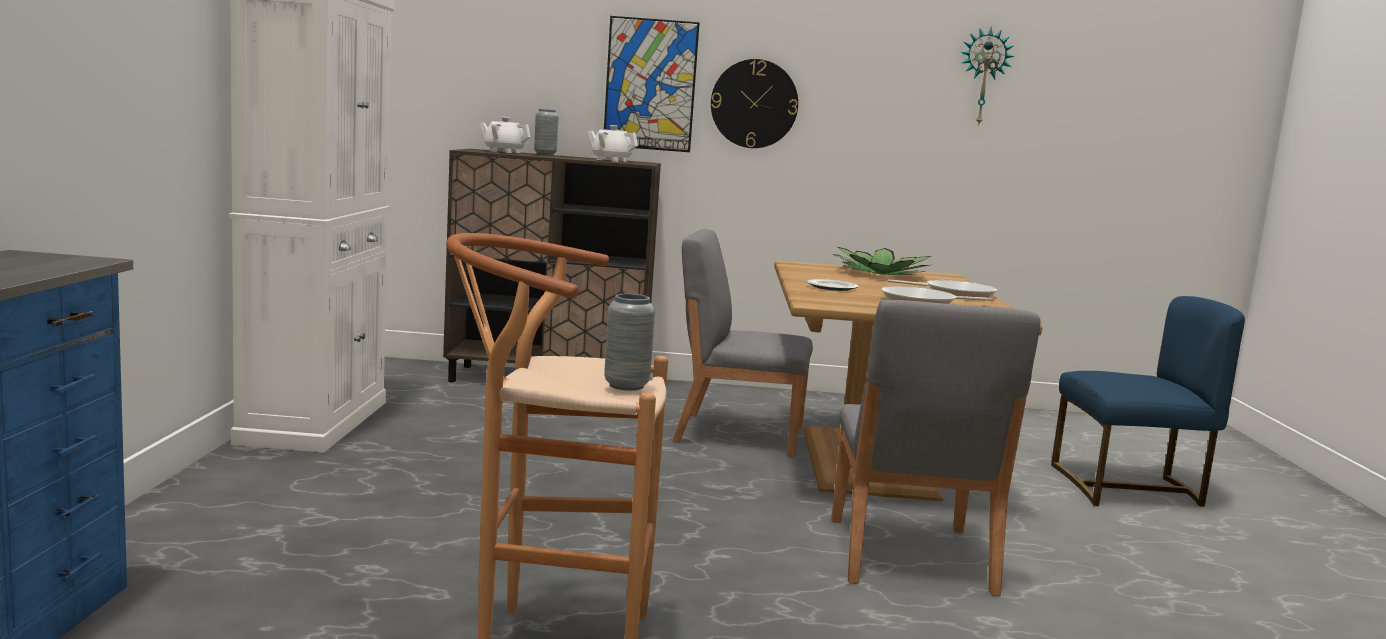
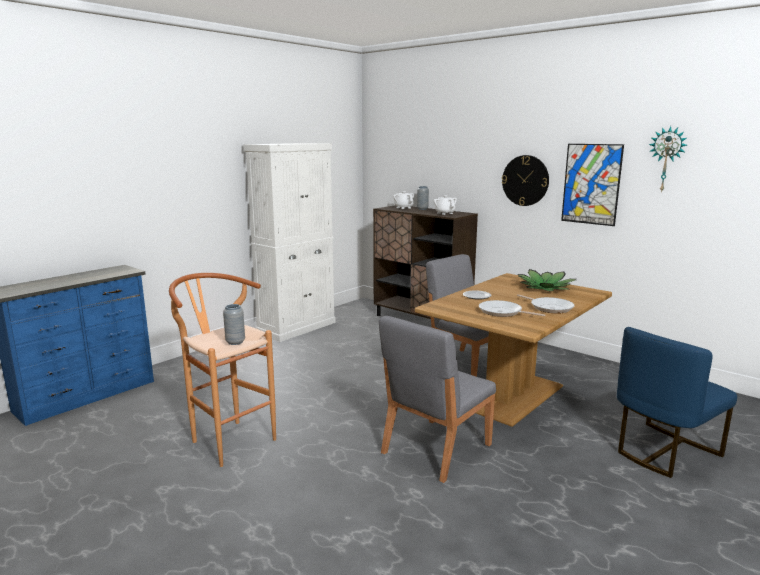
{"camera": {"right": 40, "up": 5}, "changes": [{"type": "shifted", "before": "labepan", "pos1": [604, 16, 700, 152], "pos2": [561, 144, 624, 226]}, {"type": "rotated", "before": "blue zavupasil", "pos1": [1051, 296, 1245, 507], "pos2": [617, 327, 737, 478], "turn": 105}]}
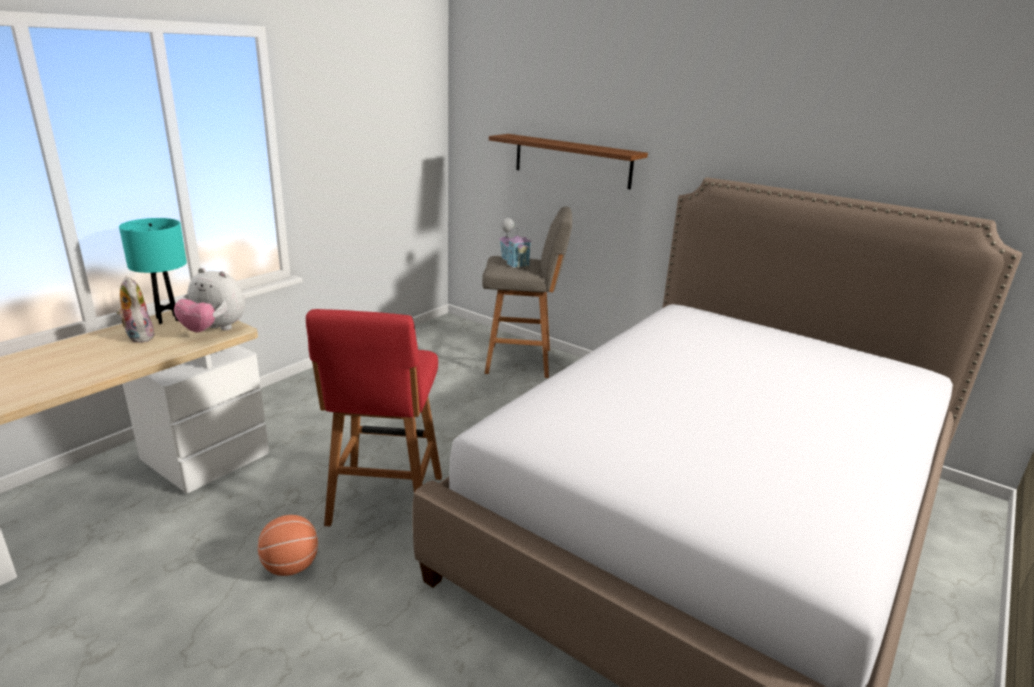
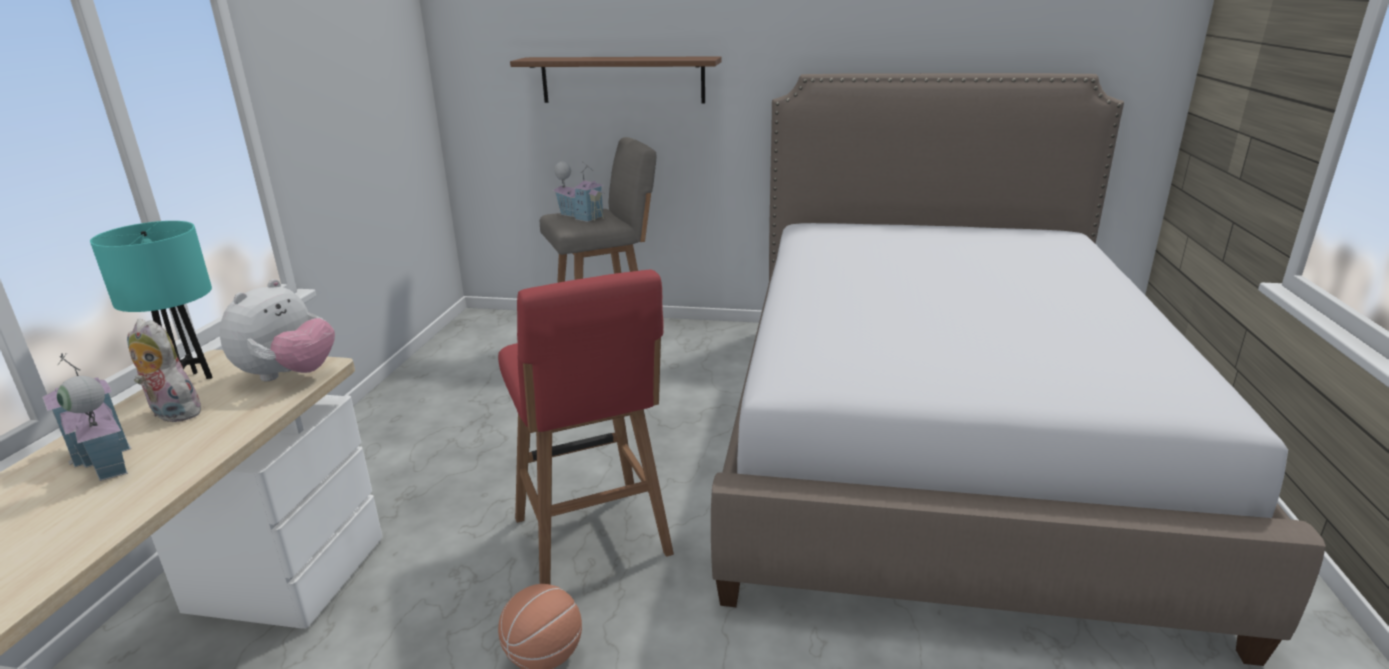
{"camera": {"right": -25, "up": 0}, "changes": [{"type": "new", "after": "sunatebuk", "pos2": [42, 353, 132, 481]}, {"type": "rotated", "before": "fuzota", "pos1": [174, 268, 245, 332], "pos2": [220, 279, 335, 381], "turn": -60}]}
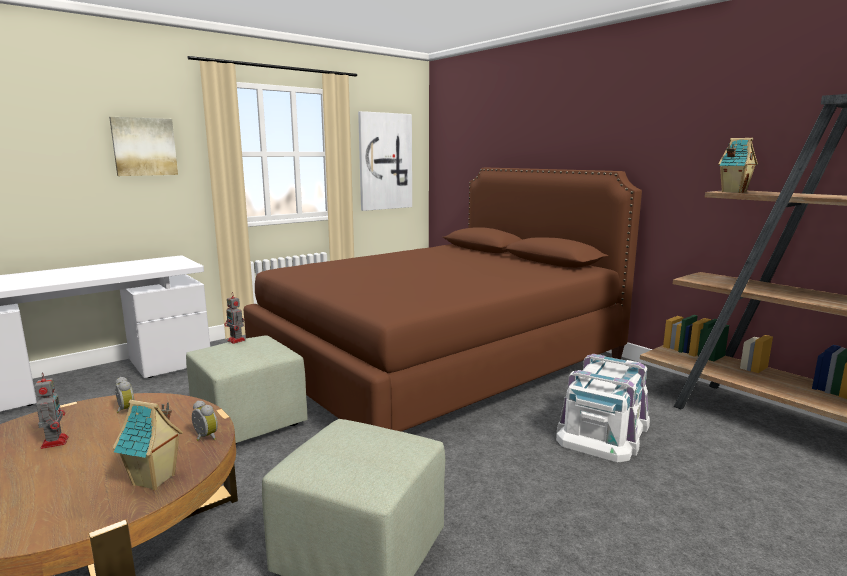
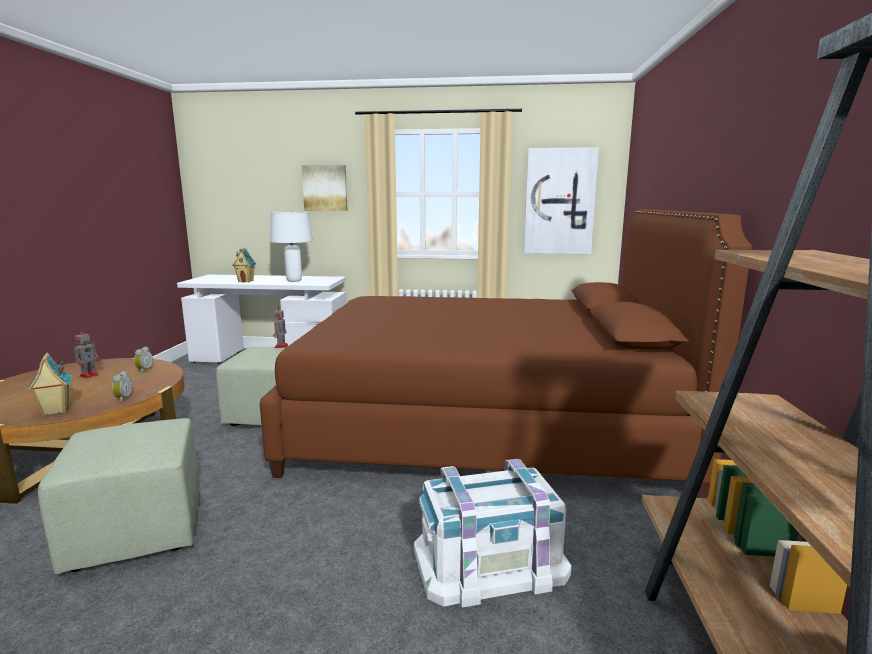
{"camera": {"right": 45, "up": 0}, "changes": [{"type": "new", "after": "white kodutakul", "pos2": [270, 212, 313, 282]}, {"type": "shifted", "before": "sunatebuk", "pos1": [718, 138, 758, 193], "pos2": [232, 248, 257, 283]}]}
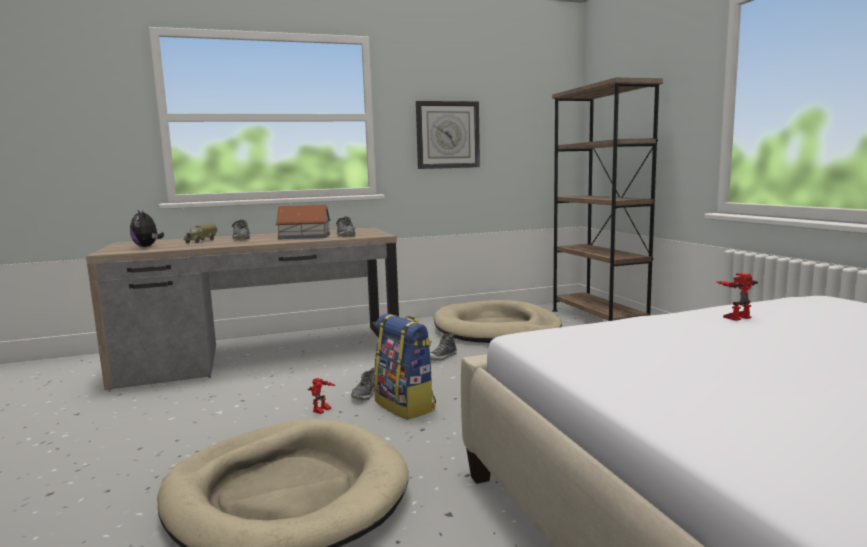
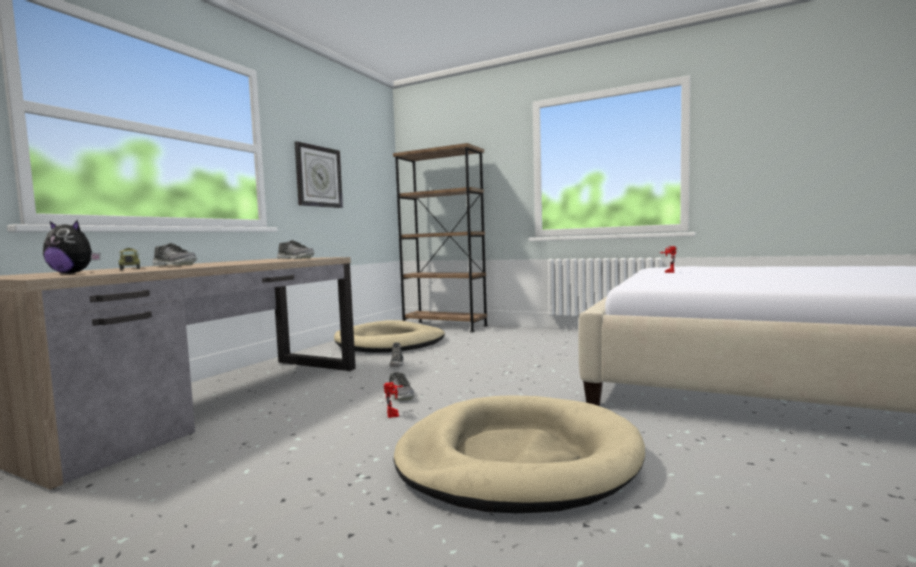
{"camera": {"right": -45, "up": -5}, "changes": [{"type": "gone", "before": "sunatebuk", "pos1": [276, 205, 331, 239]}, {"type": "gone", "before": "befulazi", "pos1": [374, 313, 436, 420]}]}
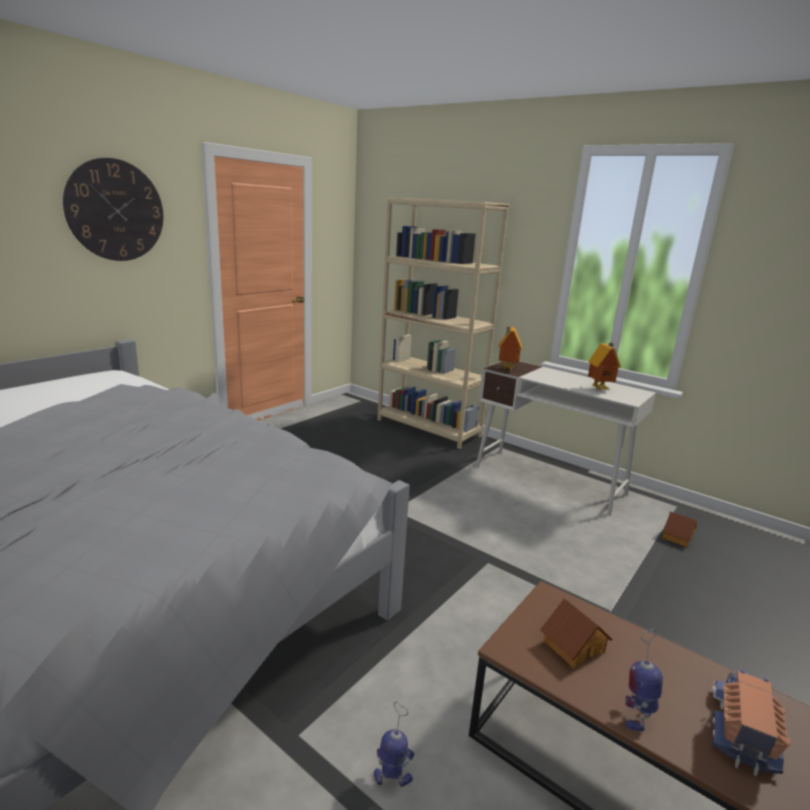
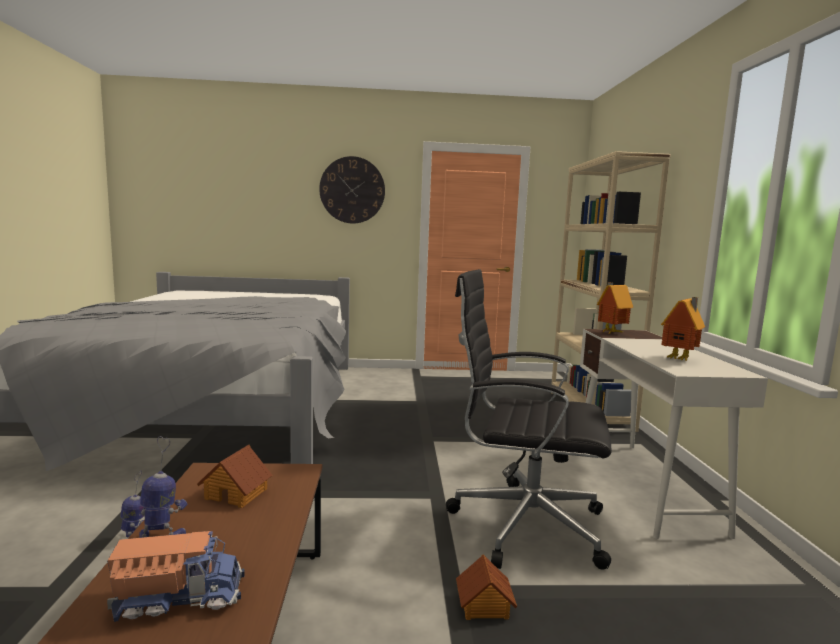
{"camera": {"right": 50, "up": -10}, "changes": [{"type": "new", "after": "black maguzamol", "pos2": [446, 269, 612, 570]}, {"type": "shifted", "before": "sunatebuk", "pos1": [662, 512, 697, 547], "pos2": [456, 554, 517, 620]}]}
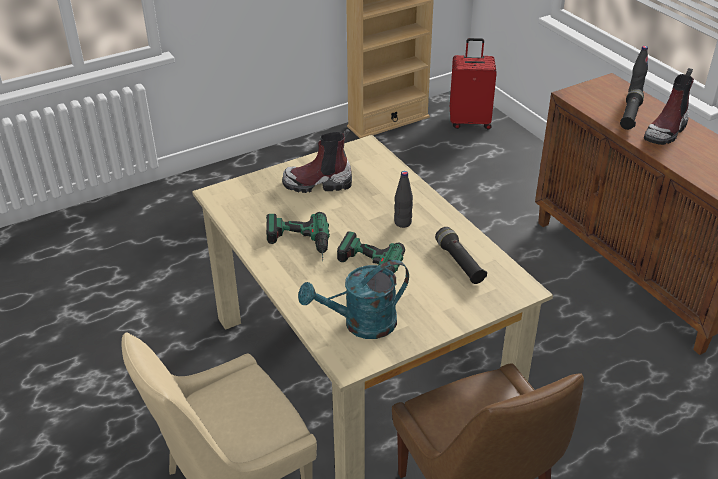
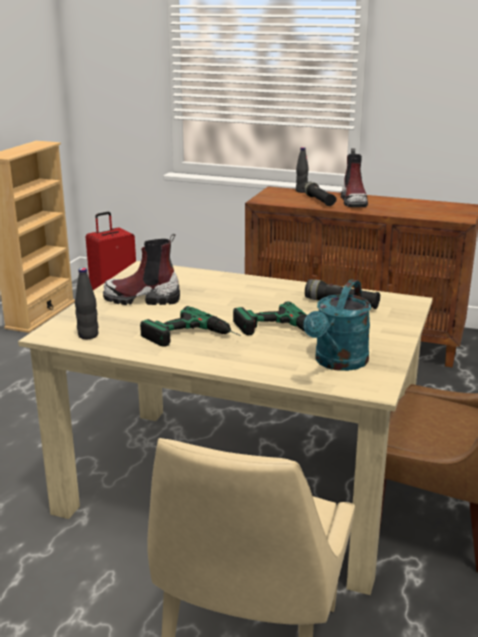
{"camera": {"right": -40, "up": -15}, "changes": [{"type": "shifted", "before": "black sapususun", "pos1": [394, 171, 413, 228], "pos2": [75, 268, 98, 339]}, {"type": "rotated", "before": "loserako", "pos1": [282, 129, 352, 193], "pos2": [103, 234, 180, 305], "turn": 45}]}
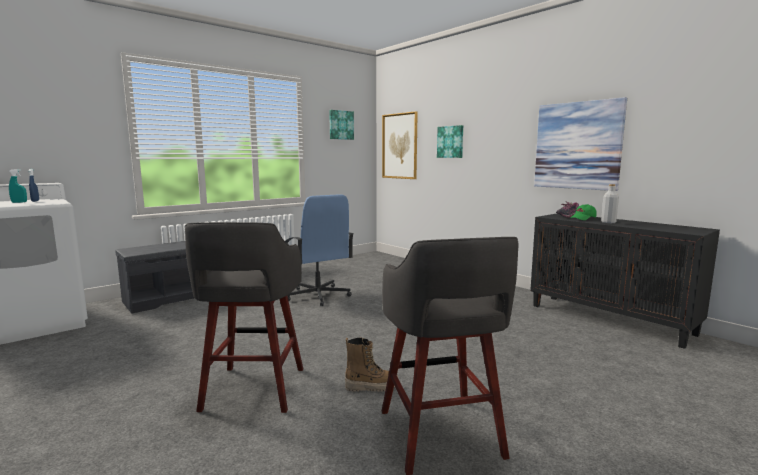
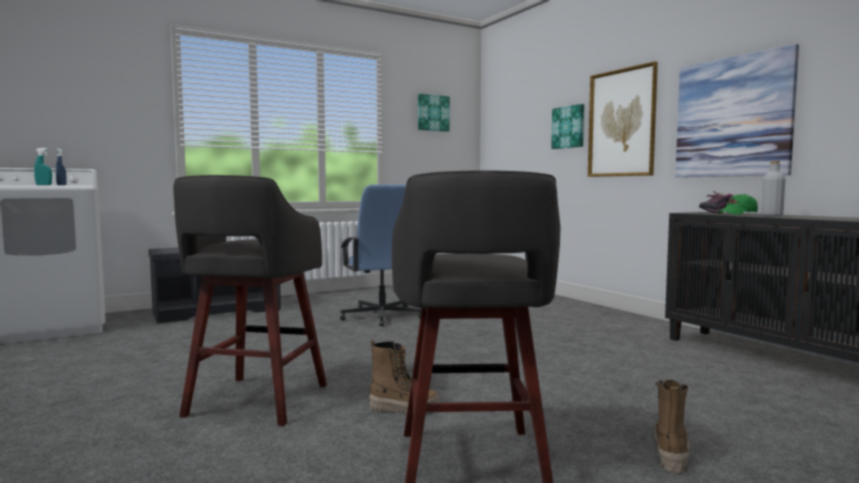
{"camera": {"right": 10, "up": -5}, "changes": [{"type": "new", "after": "loserako", "pos2": [655, 380, 689, 473]}, {"type": "shifted", "before": "labepan", "pos1": [382, 111, 418, 179], "pos2": [588, 61, 658, 177]}]}
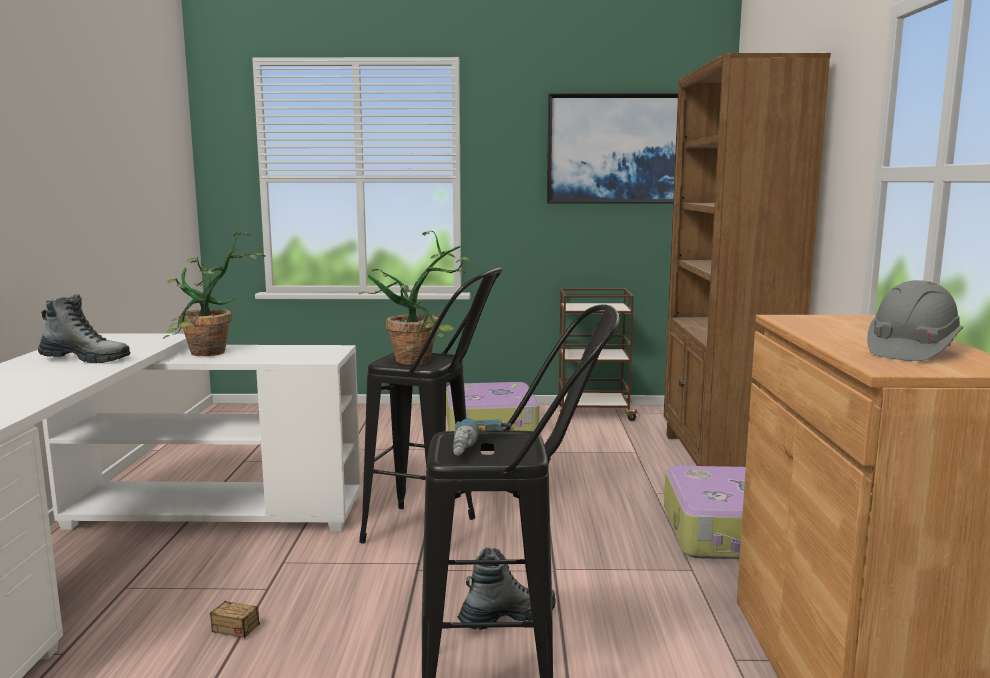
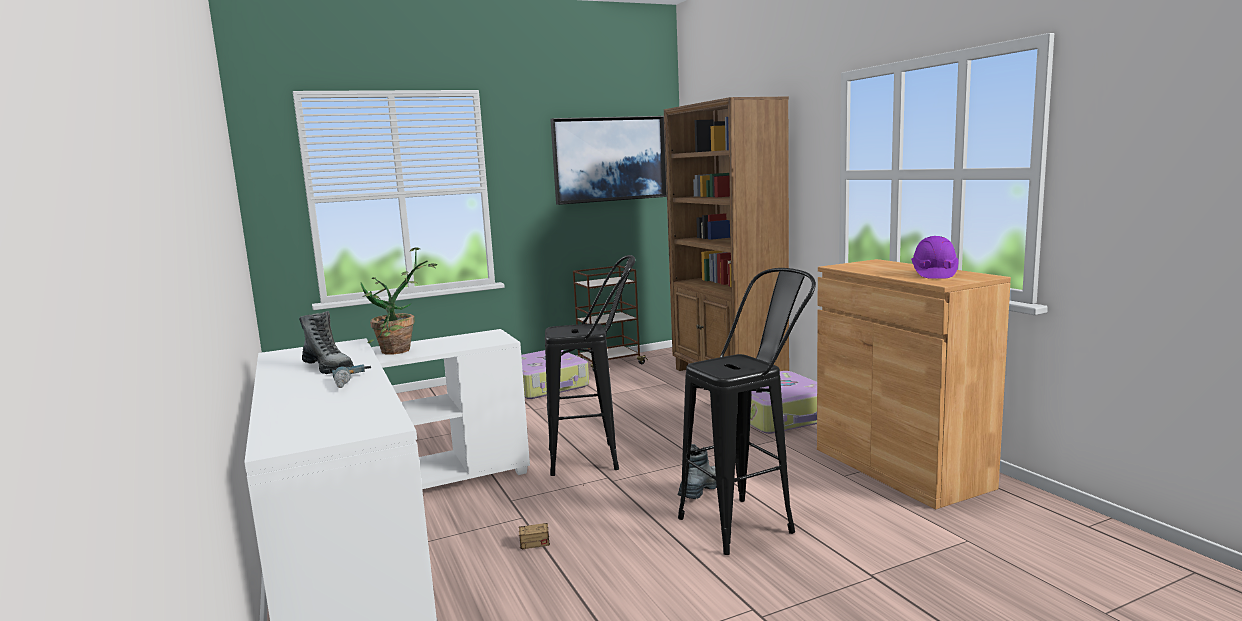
{"camera": {"right": -25, "up": 0}, "changes": [{"type": "gone", "before": "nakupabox", "pos1": [359, 231, 469, 365]}, {"type": "shifted", "before": "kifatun", "pos1": [453, 418, 511, 456], "pos2": [332, 364, 371, 388]}, {"type": "repainted", "before": "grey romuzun", "after": "purple romuzun", "pos1": [867, 280, 963, 361], "pos2": [911, 236, 958, 279]}, {"type": "rotated", "before": "loserako", "pos1": [38, 294, 130, 363], "pos2": [299, 311, 354, 374], "turn": 60}]}
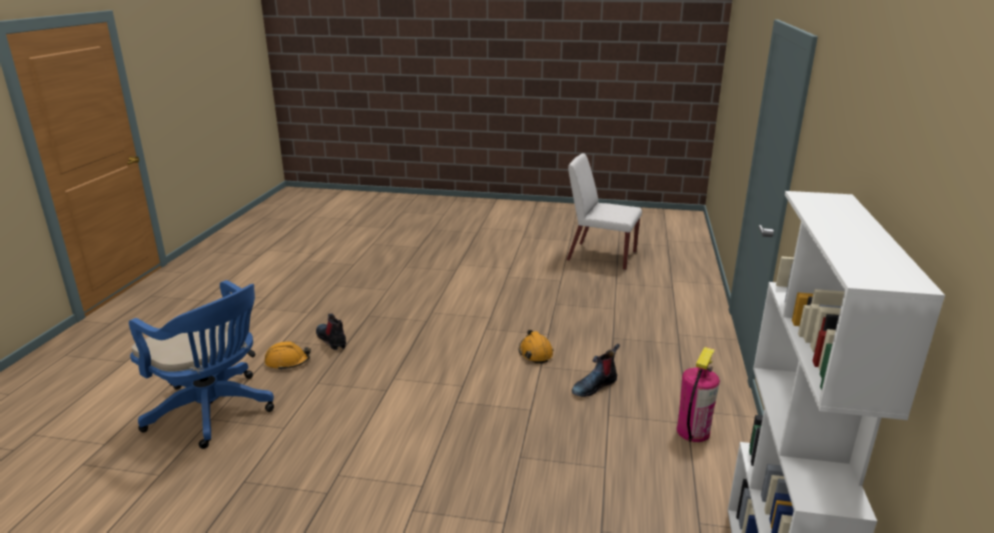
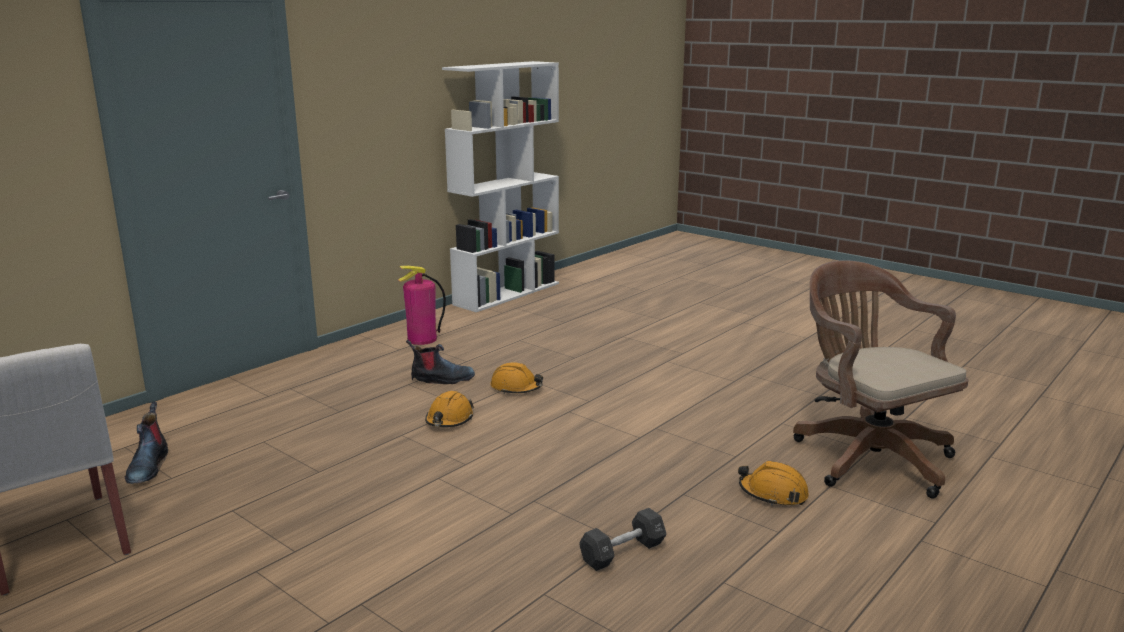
{"camera": {"right": -150, "up": -5}, "changes": [{"type": "new", "after": "orange romuzun", "pos2": [490, 362, 543, 394]}, {"type": "new", "after": "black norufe", "pos2": [579, 508, 667, 571]}, {"type": "shifted", "before": "loserako", "pos1": [316, 313, 346, 350], "pos2": [124, 402, 168, 484]}, {"type": "repainted", "before": "blue maguzamol", "after": "brown maguzamol", "pos1": [129, 280, 274, 449], "pos2": [793, 260, 968, 499]}]}
